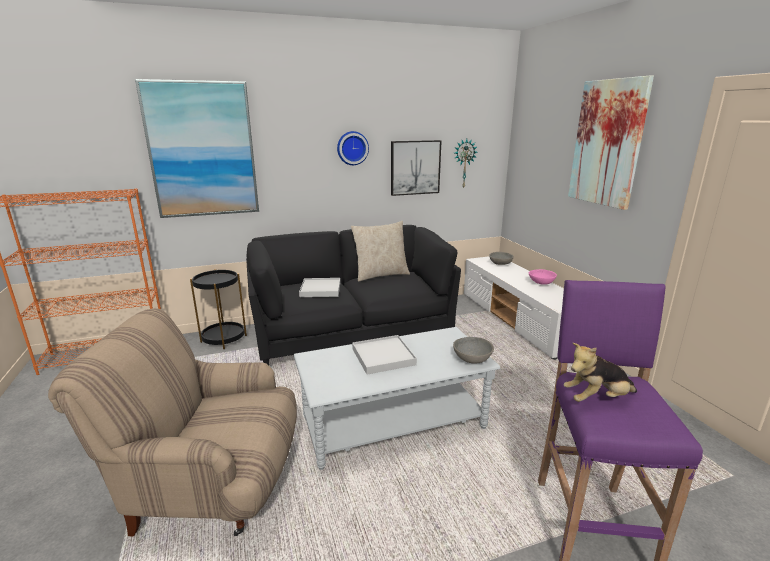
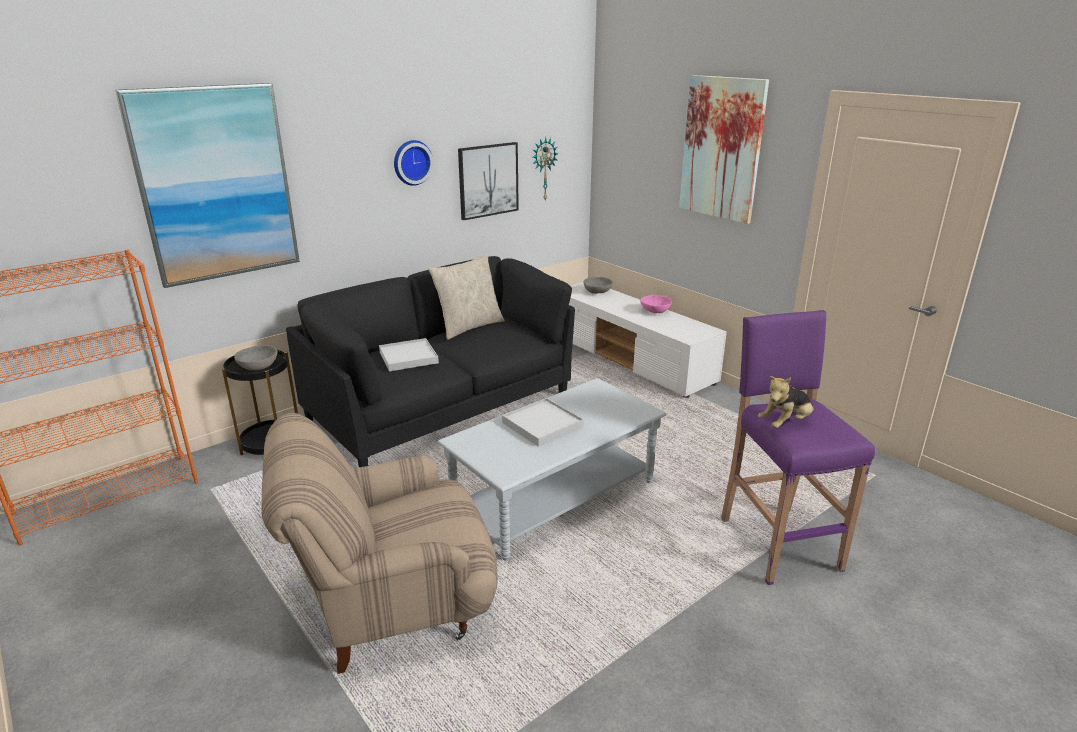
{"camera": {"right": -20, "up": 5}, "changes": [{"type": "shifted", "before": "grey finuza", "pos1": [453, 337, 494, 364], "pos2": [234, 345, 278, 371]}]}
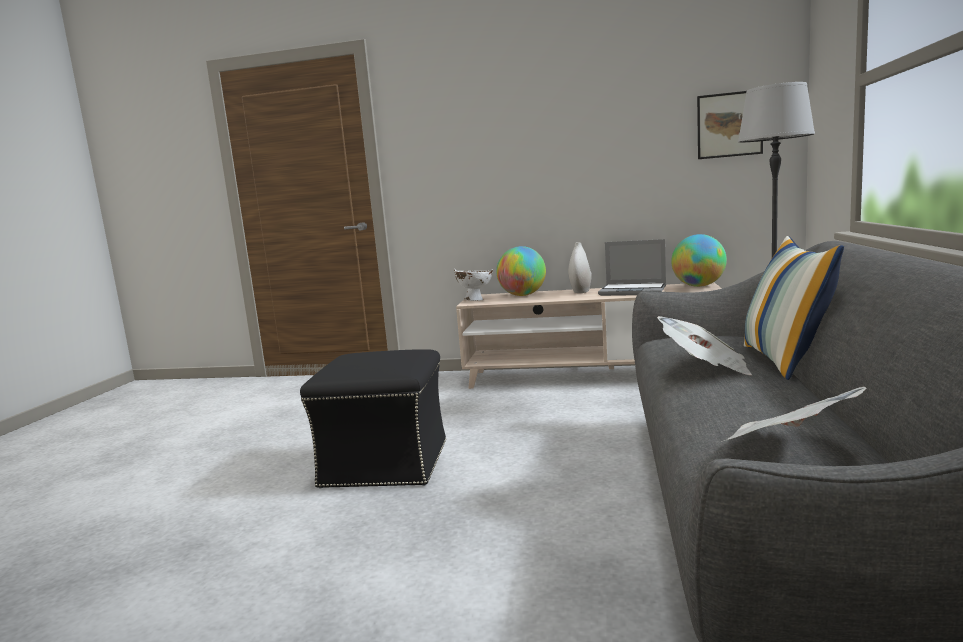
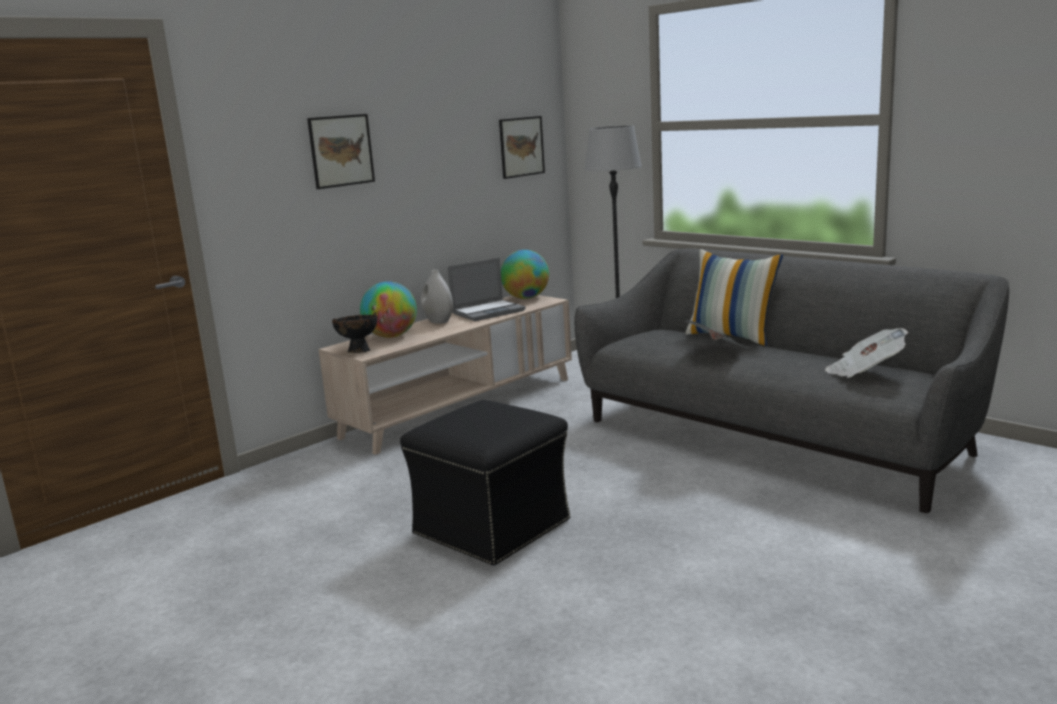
{"camera": {"right": -55, "up": 5}, "changes": [{"type": "new", "after": "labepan", "pos2": [307, 114, 375, 189]}, {"type": "repainted", "before": "white finuza", "after": "black finuza", "pos1": [454, 269, 493, 301], "pos2": [332, 312, 378, 353]}]}
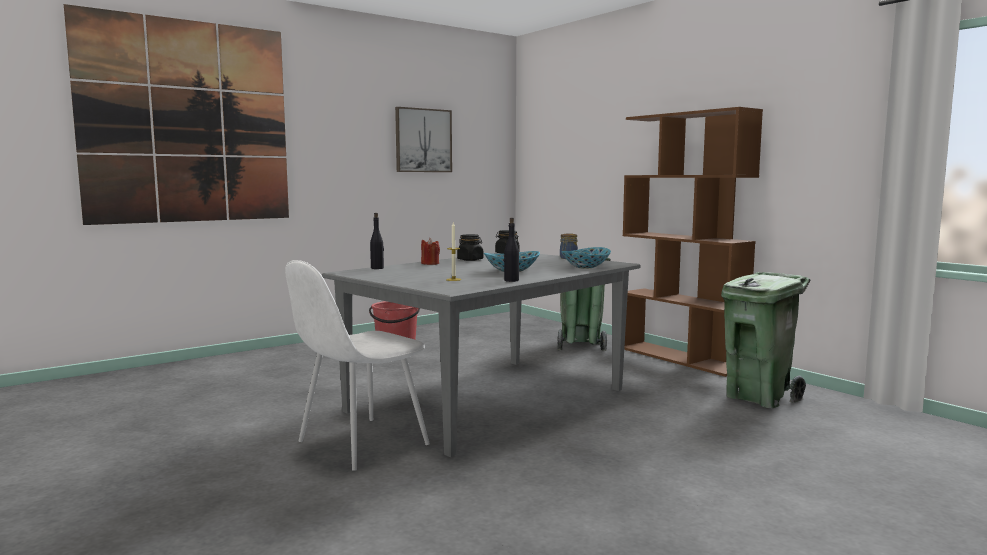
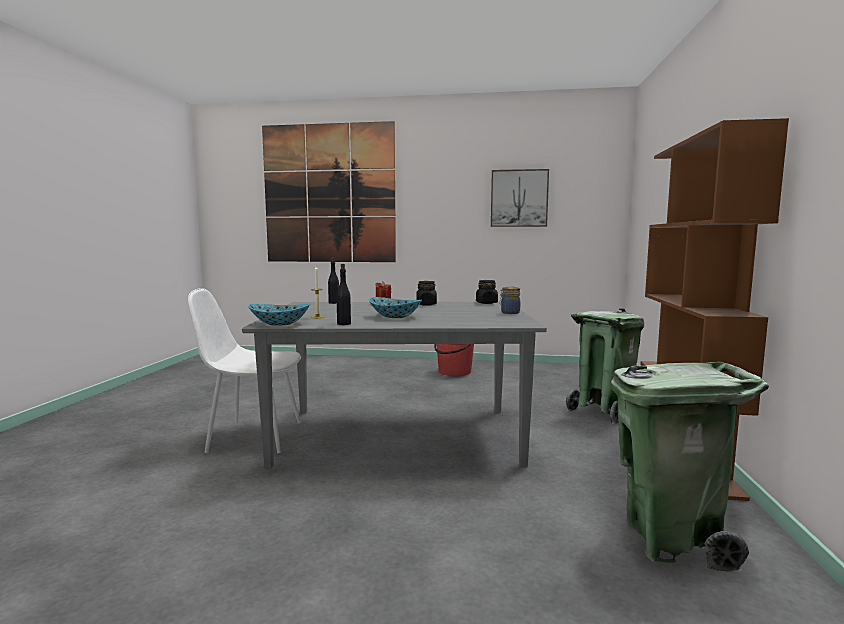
{"camera": {"right": 45, "up": 0}, "changes": [{"type": "shifted", "before": "finuza", "pos1": [561, 247, 611, 268], "pos2": [248, 304, 310, 326]}]}
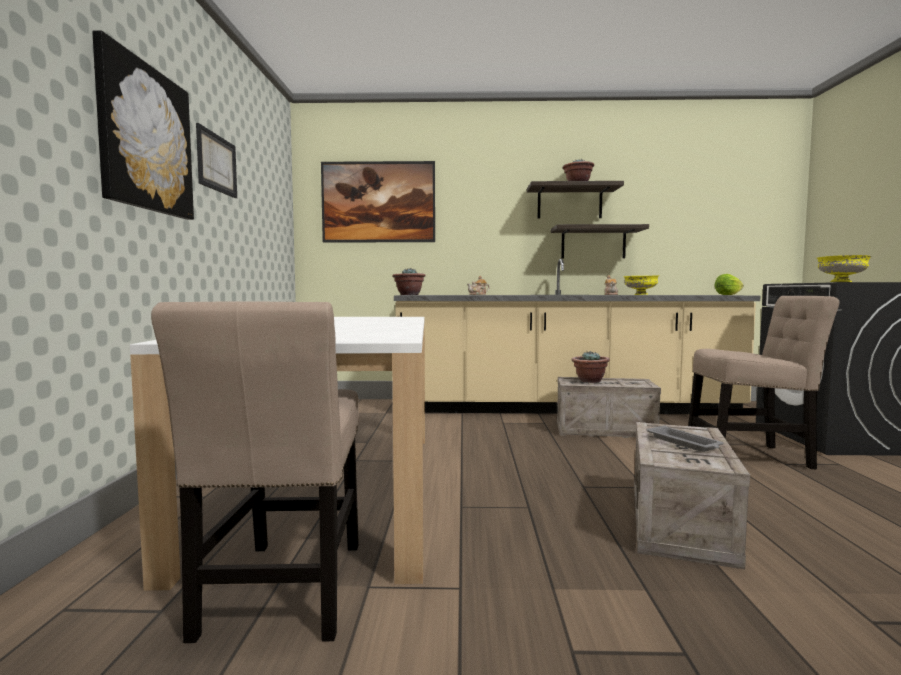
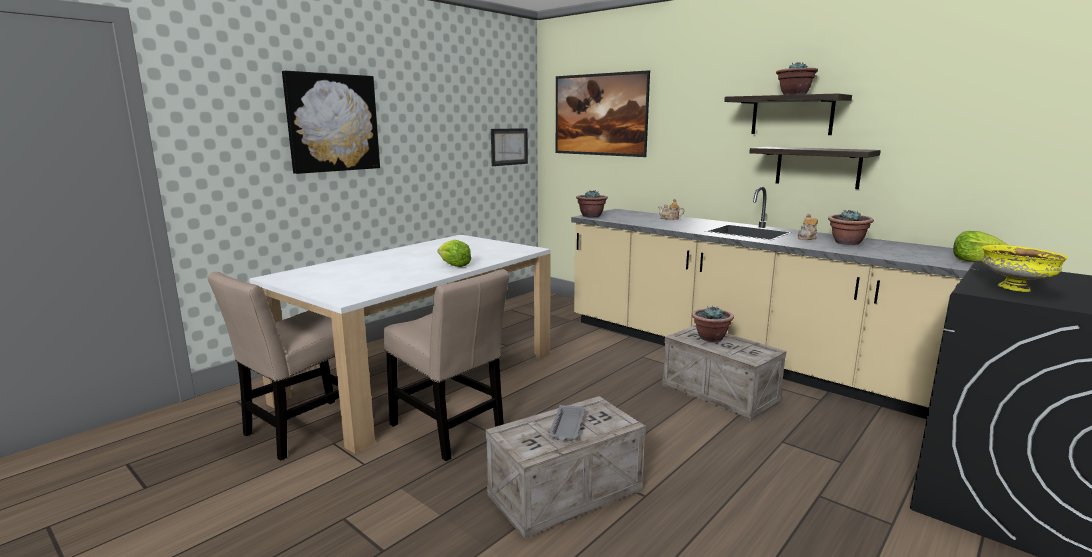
{"camera": {"right": 40, "up": 10}, "changes": [{"type": "new", "after": "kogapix", "pos2": [438, 240, 471, 267]}, {"type": "shifted", "before": "labepan", "pos1": [196, 123, 237, 198], "pos2": [491, 128, 528, 166]}, {"type": "shifted", "before": "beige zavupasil", "pos1": [688, 296, 839, 469], "pos2": [383, 269, 509, 461]}, {"type": "swapped", "before": "yellow finuza", "after": "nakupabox", "pos1": [624, 275, 659, 295], "pos2": [828, 210, 874, 245]}]}
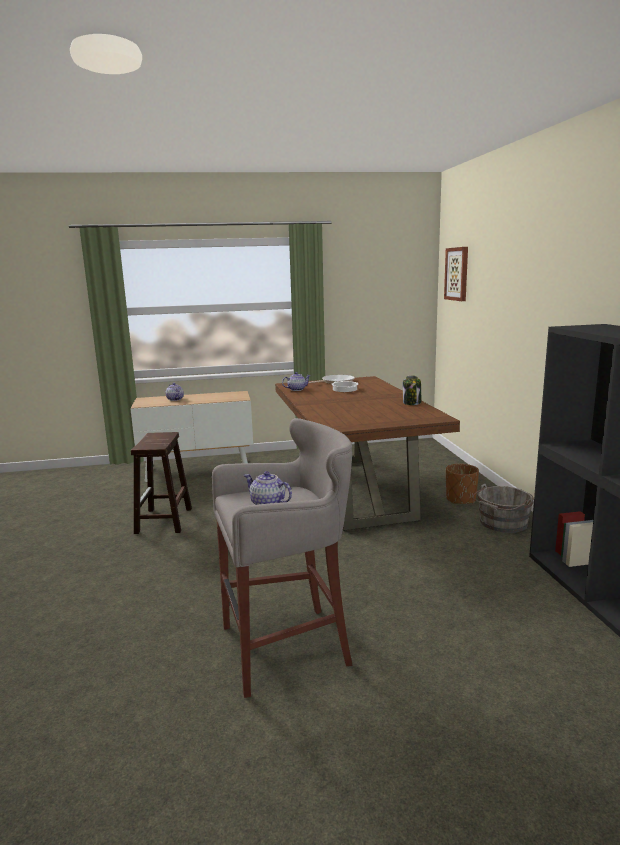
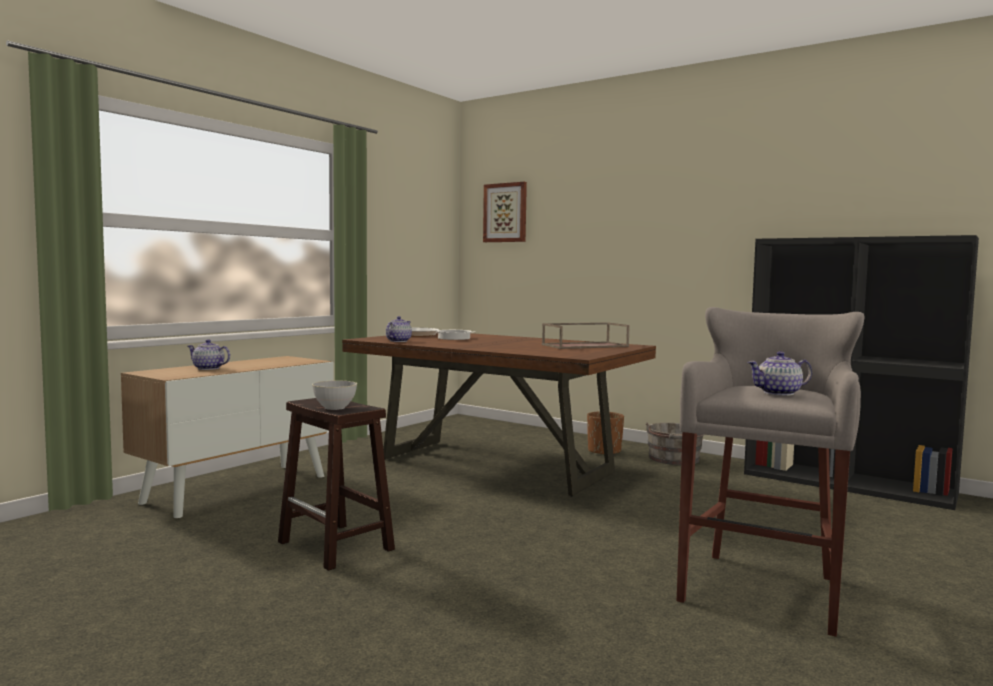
{"camera": {"right": -45, "up": -10}, "changes": [{"type": "gone", "before": "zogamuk", "pos1": [403, 375, 421, 405]}, {"type": "new", "after": "grey finuza", "pos2": [312, 381, 357, 410]}, {"type": "new", "after": "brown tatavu", "pos2": [542, 323, 630, 349]}]}
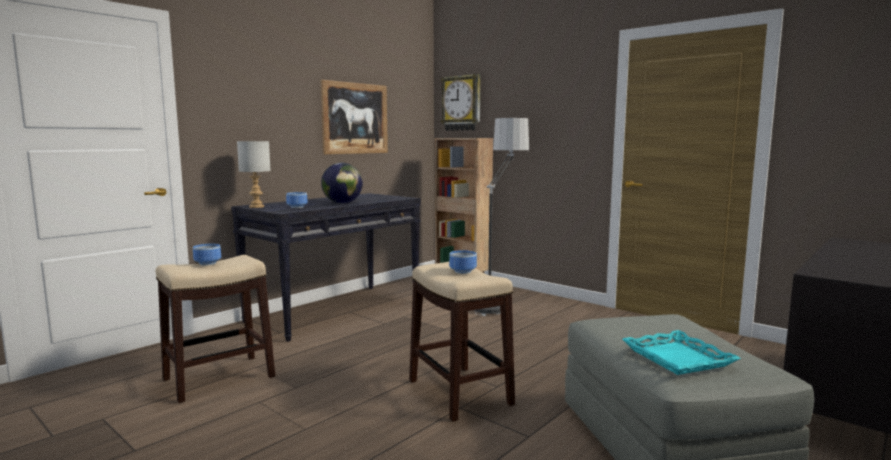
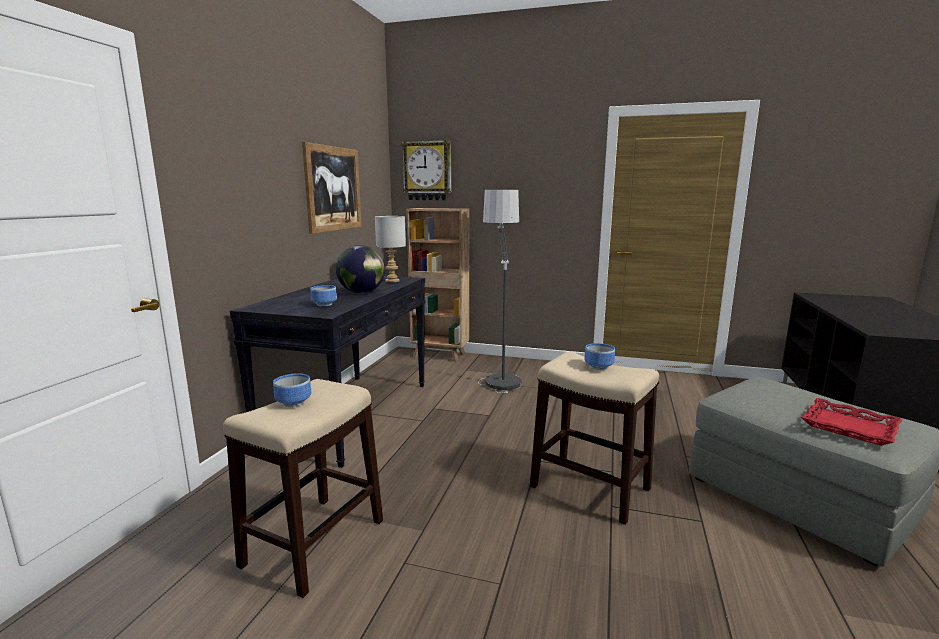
{"camera": {"right": -25, "up": 5}, "changes": [{"type": "shifted", "before": "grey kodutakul", "pos1": [237, 141, 271, 208], "pos2": [375, 216, 406, 282]}, {"type": "repainted", "before": "turquoise tatavu", "after": "red tatavu", "pos1": [622, 330, 741, 375], "pos2": [801, 398, 903, 446]}]}
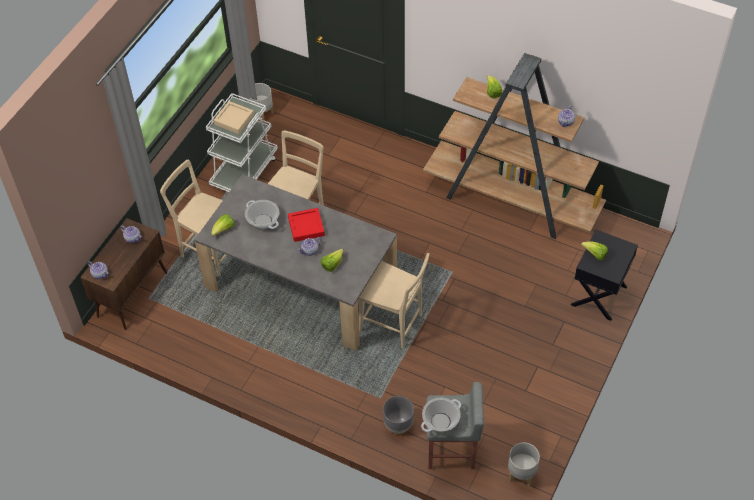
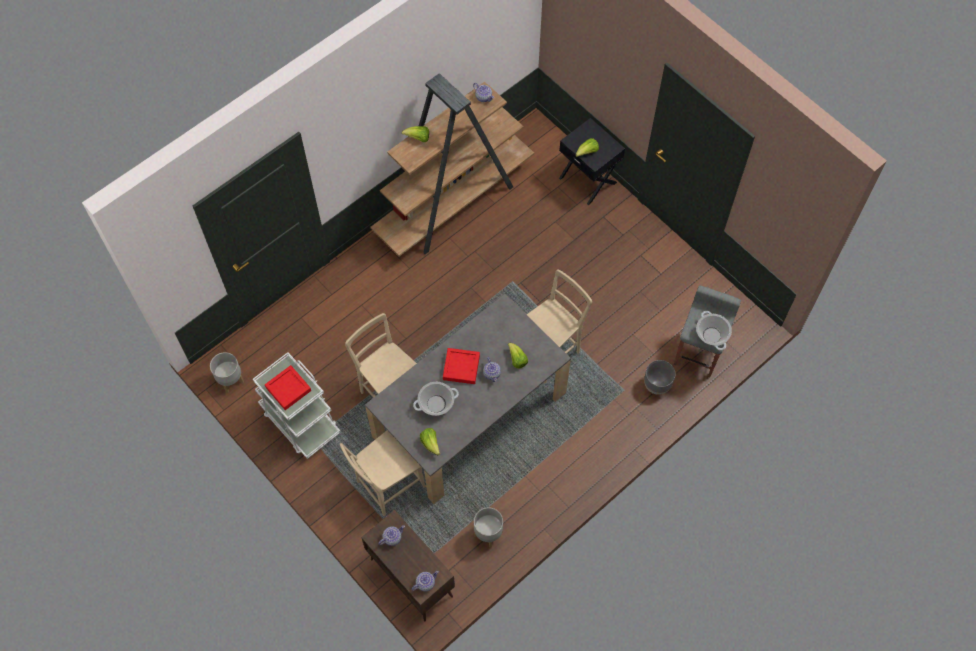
{"camera": {"right": -70, "up": 10}, "changes": [{"type": "shifted", "before": "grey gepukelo", "pos1": [508, 442, 540, 486], "pos2": [474, 507, 503, 547]}, {"type": "repainted", "before": "beige tatavu", "after": "red tatavu", "pos1": [214, 101, 254, 134], "pos2": [265, 365, 311, 410]}]}
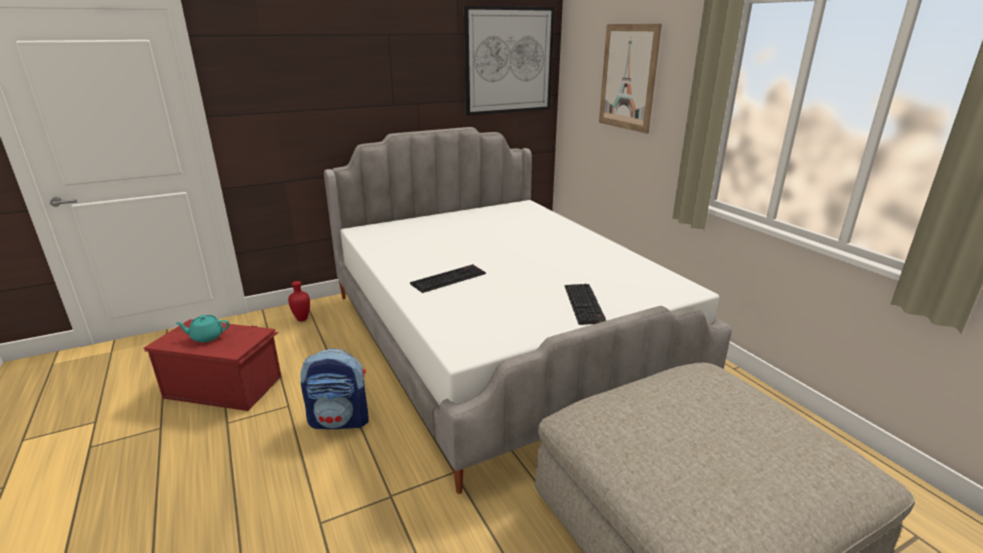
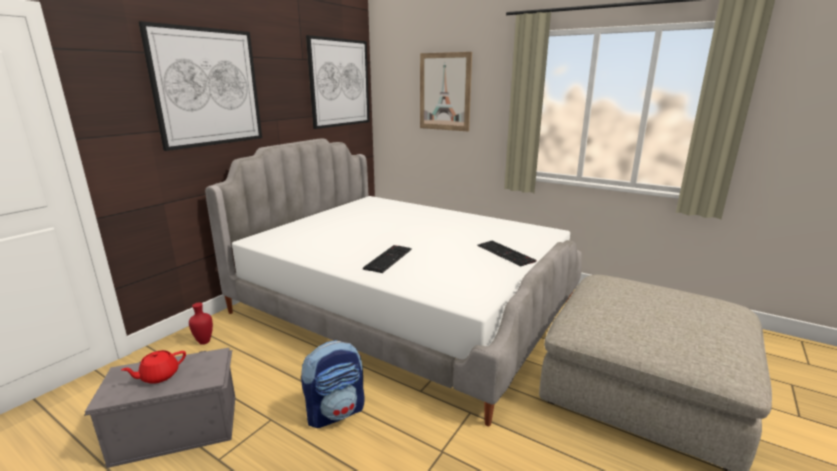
{"camera": {"right": -30, "up": -5}, "changes": [{"type": "new", "after": "labepan", "pos2": [138, 21, 262, 151]}, {"type": "repainted", "before": "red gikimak", "after": "grey gikimak", "pos1": [144, 319, 281, 411], "pos2": [84, 348, 235, 468]}, {"type": "repainted", "before": "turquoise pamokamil", "after": "red pamokamil", "pos1": [176, 315, 229, 342], "pos2": [121, 350, 186, 384]}]}
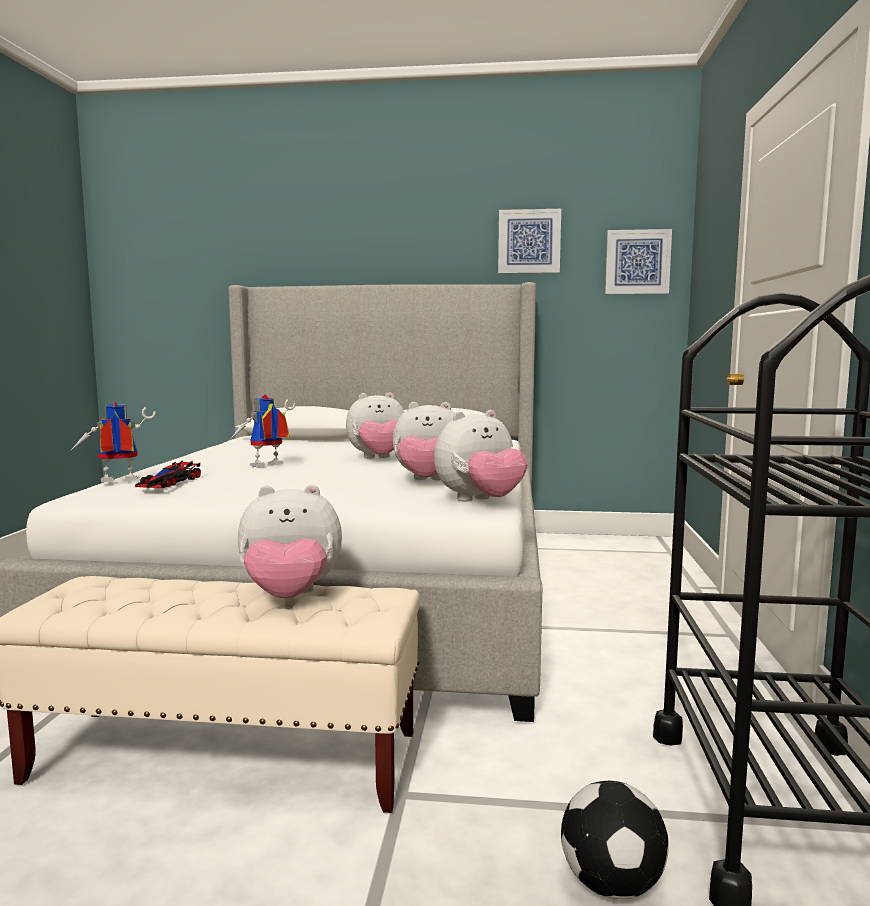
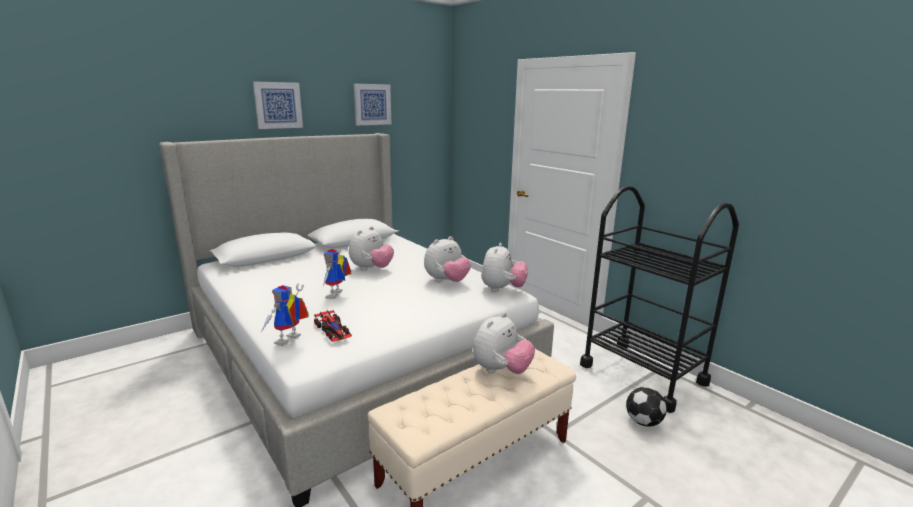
{"camera": {"right": -45, "up": 10}, "changes": [{"type": "shifted", "before": "labepan", "pos1": [605, 229, 672, 294], "pos2": [253, 82, 303, 129]}]}
